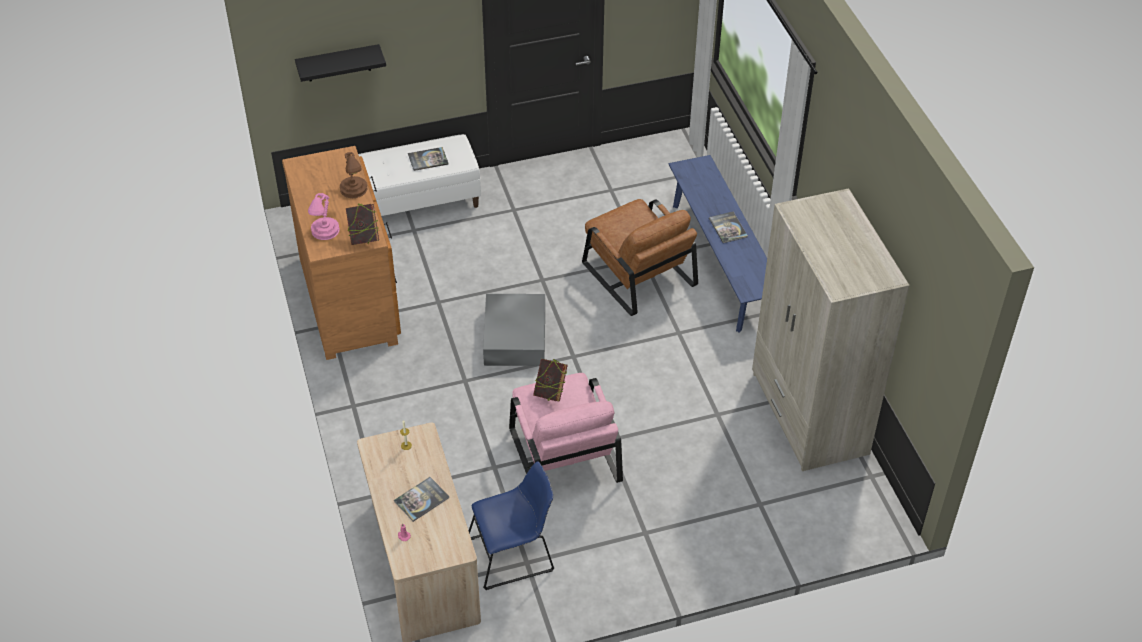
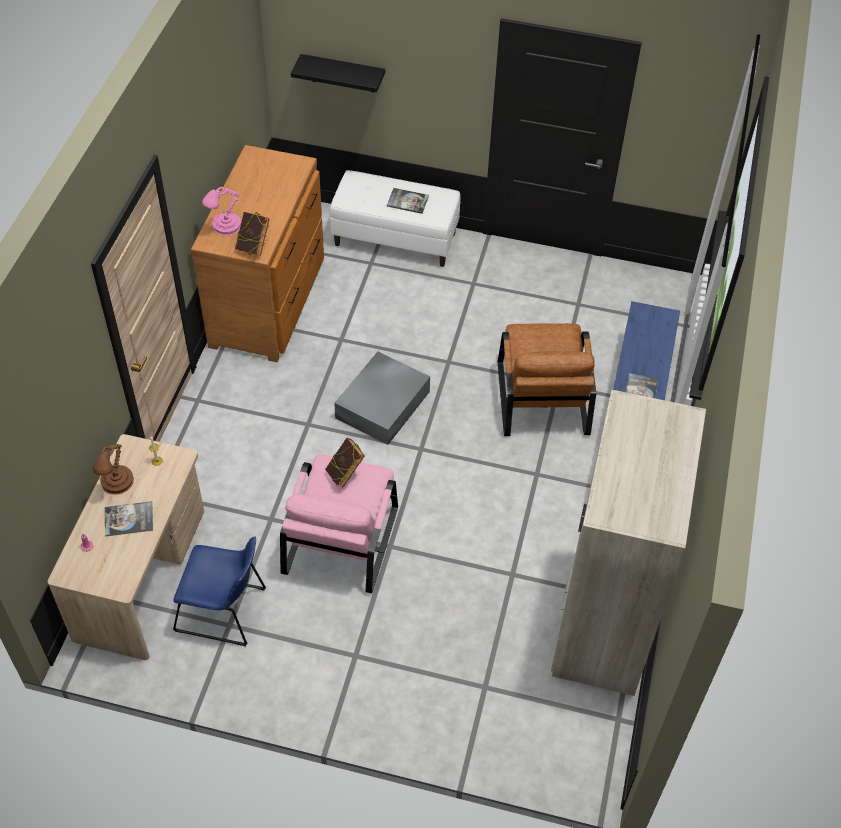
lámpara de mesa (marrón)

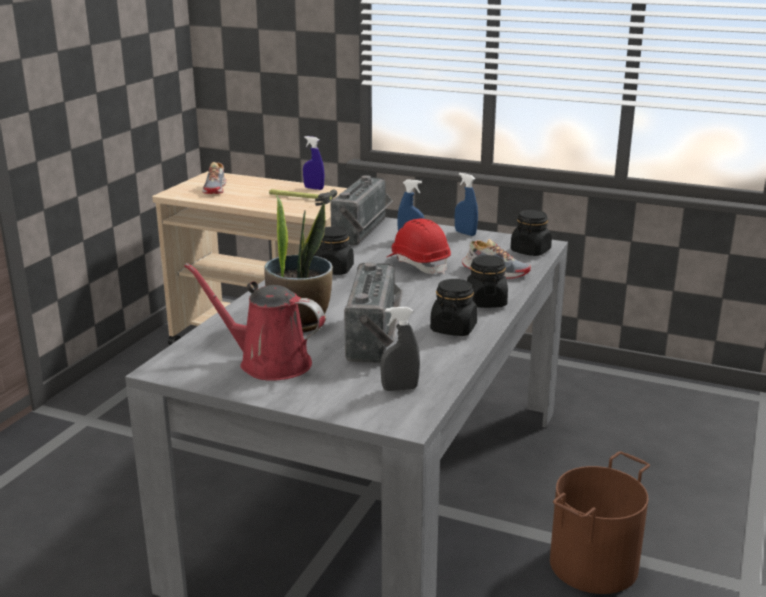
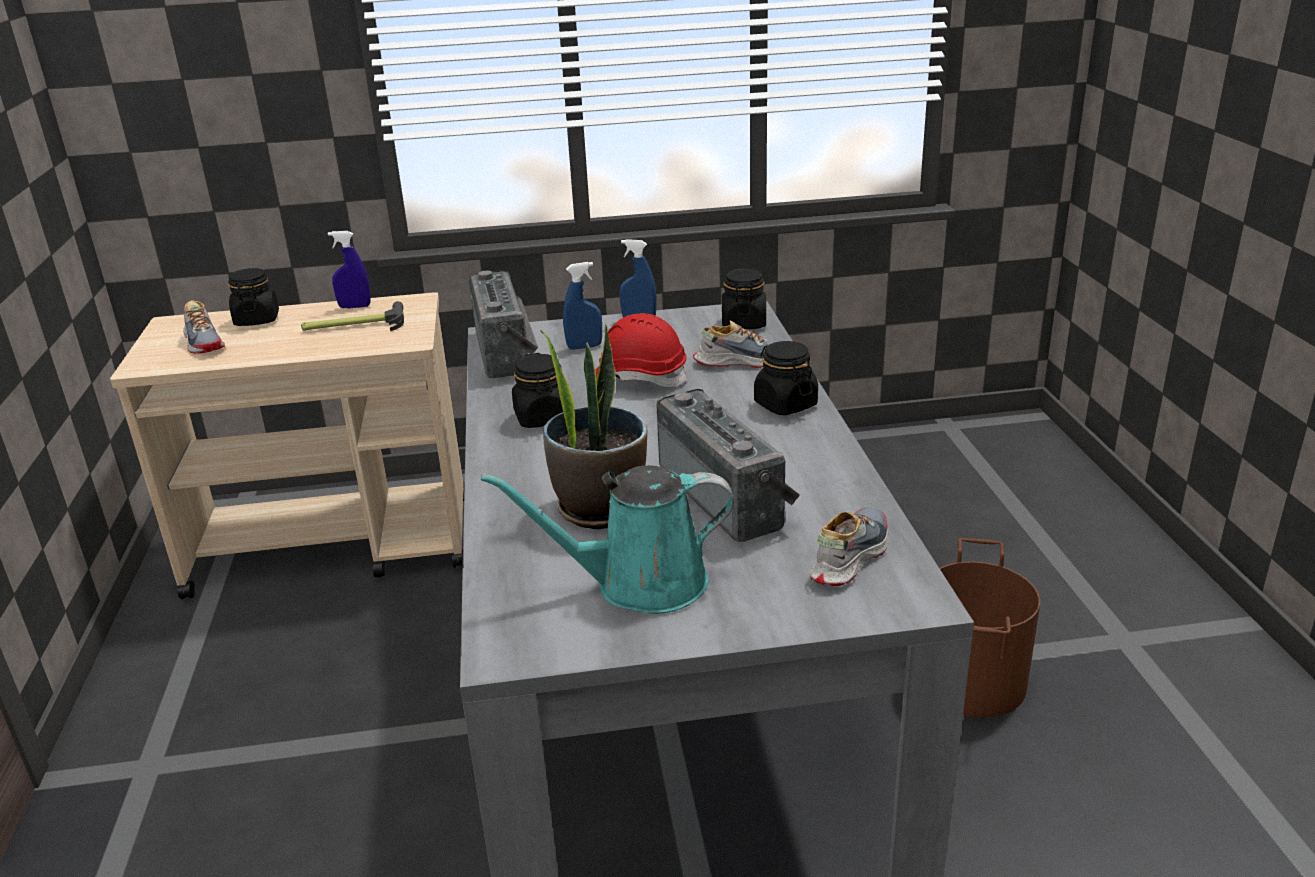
tarro (negro) (no. 1 from left)
regadera (turquesa)
zapato (no. 3 from left)

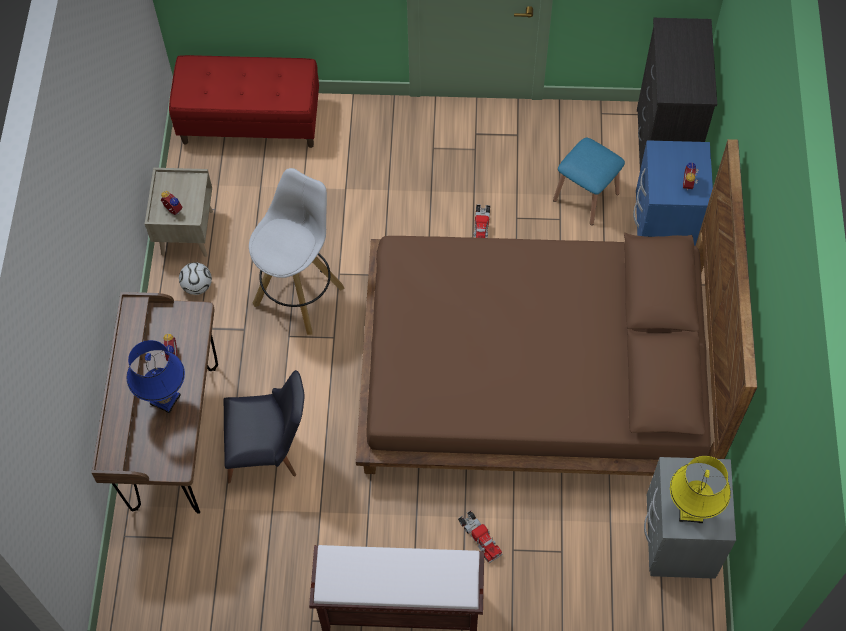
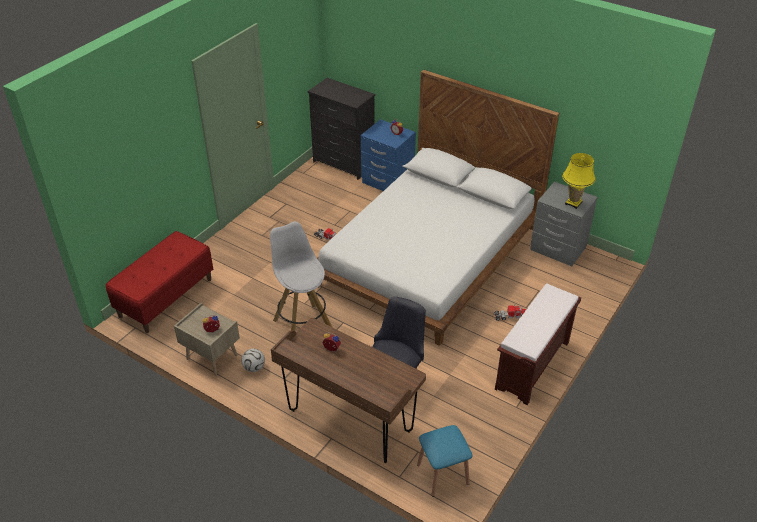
cama (blanco)
taburete (azul)
lámpara de mesa (azul)

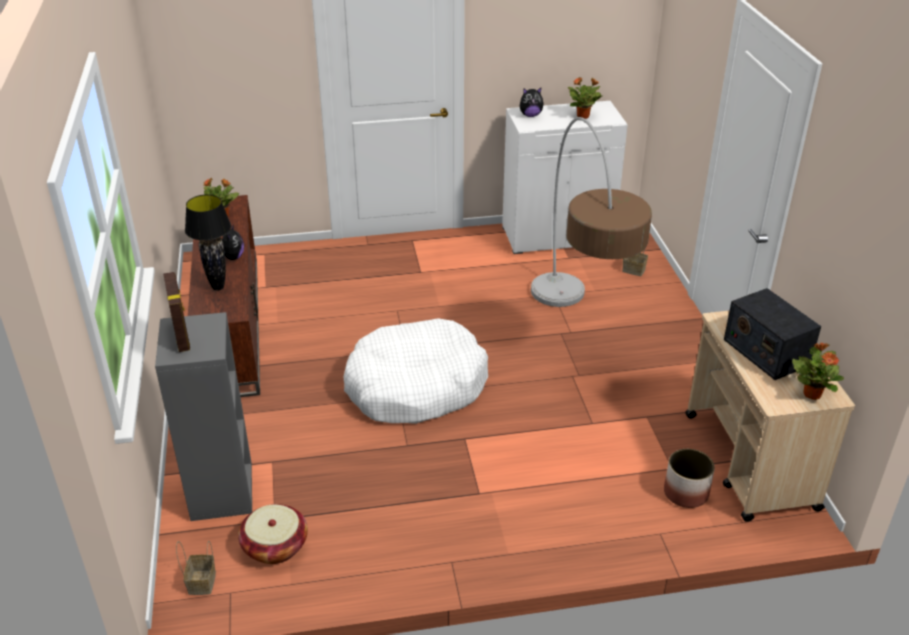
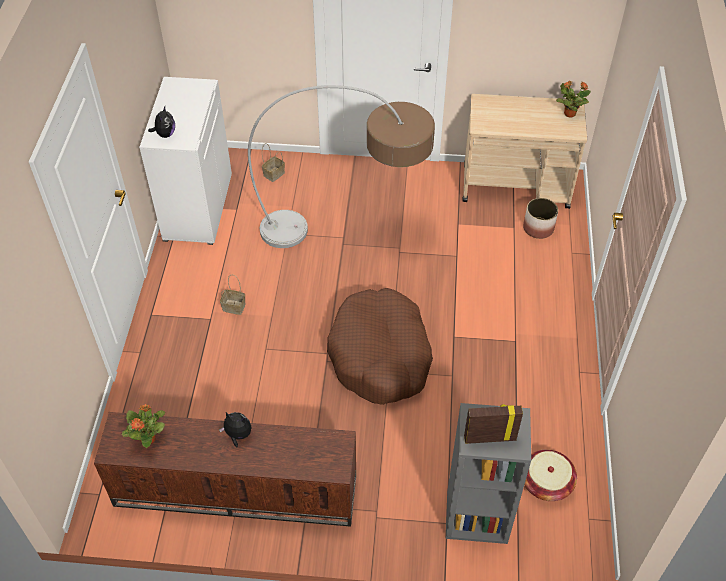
cesta (no. 1 from left)
cama para perro (marrón)
lámpara de mesa (negro)
planta en maceta (no. 2 from left in the first image)
radio

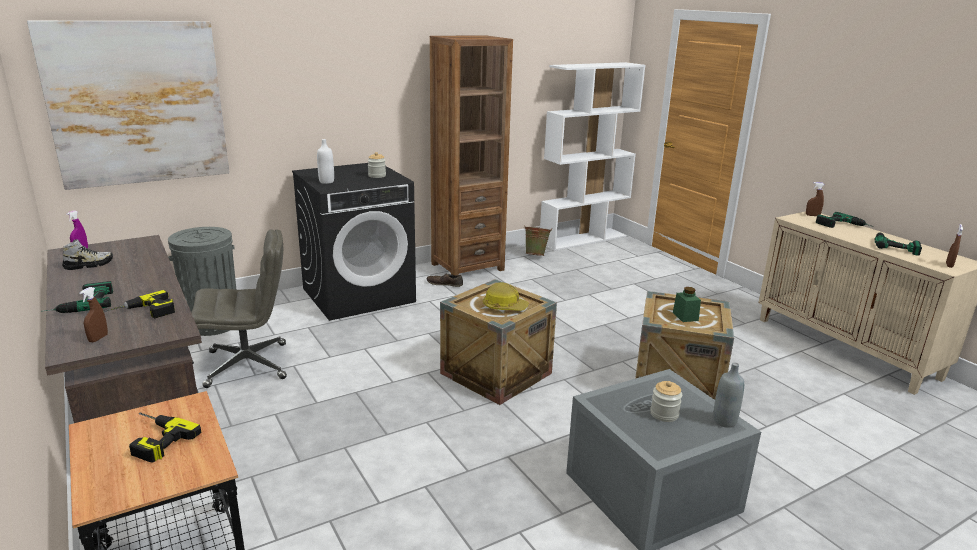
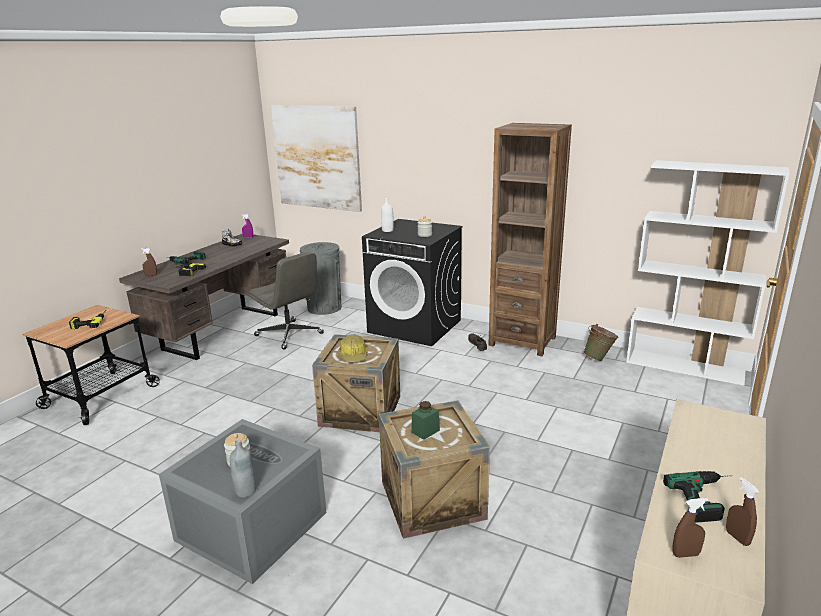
pulverizador (marrón) (no. 3 from left)
taladro (no. 4 from left in the first image)

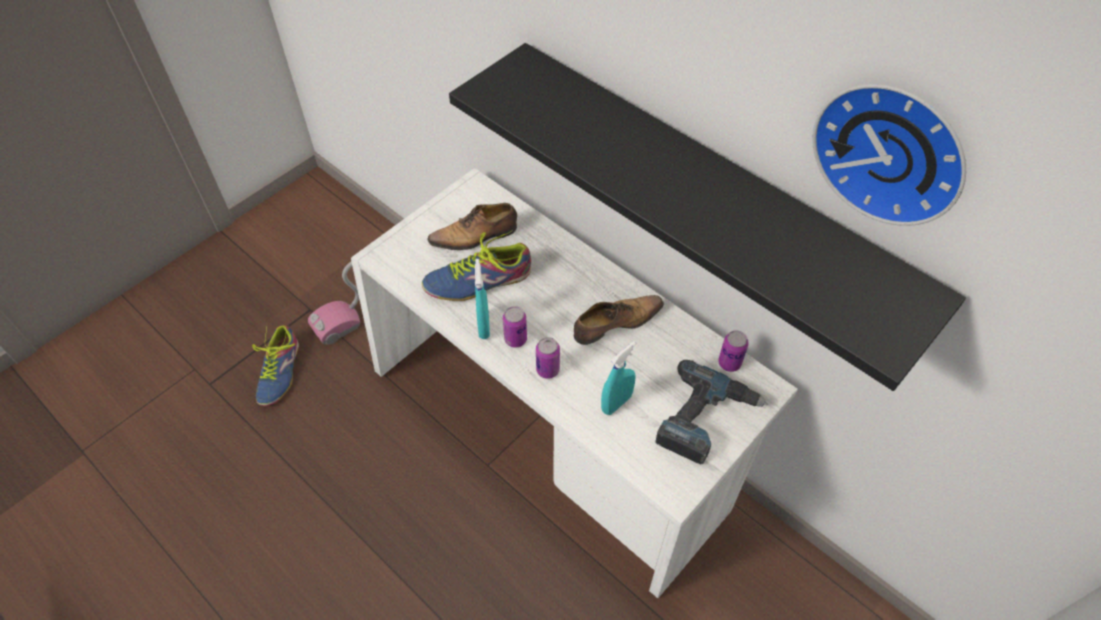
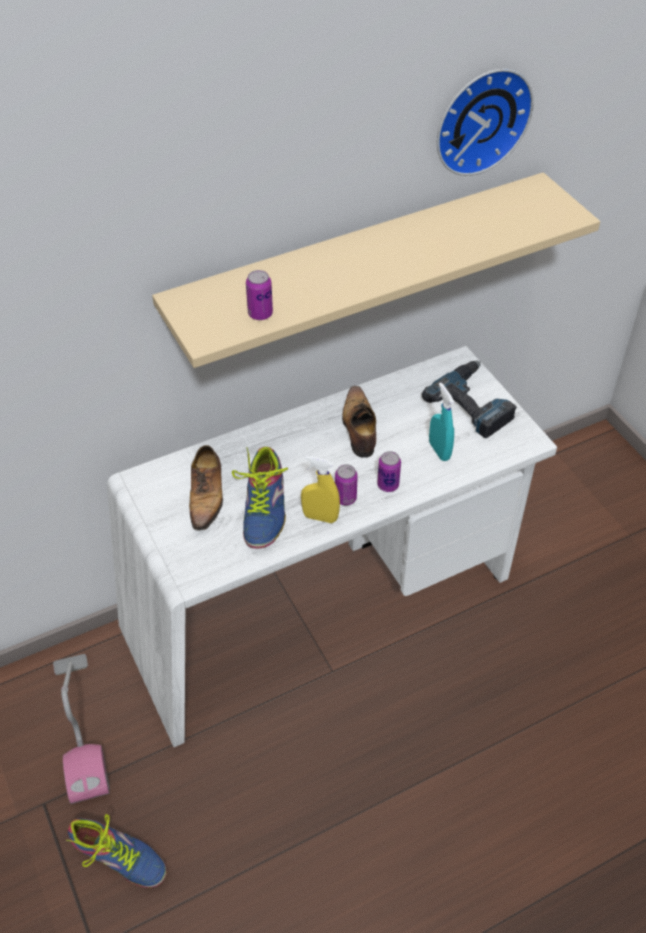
estante (beis)
lata (no. 1 from left)
pulverizador (amarillo)

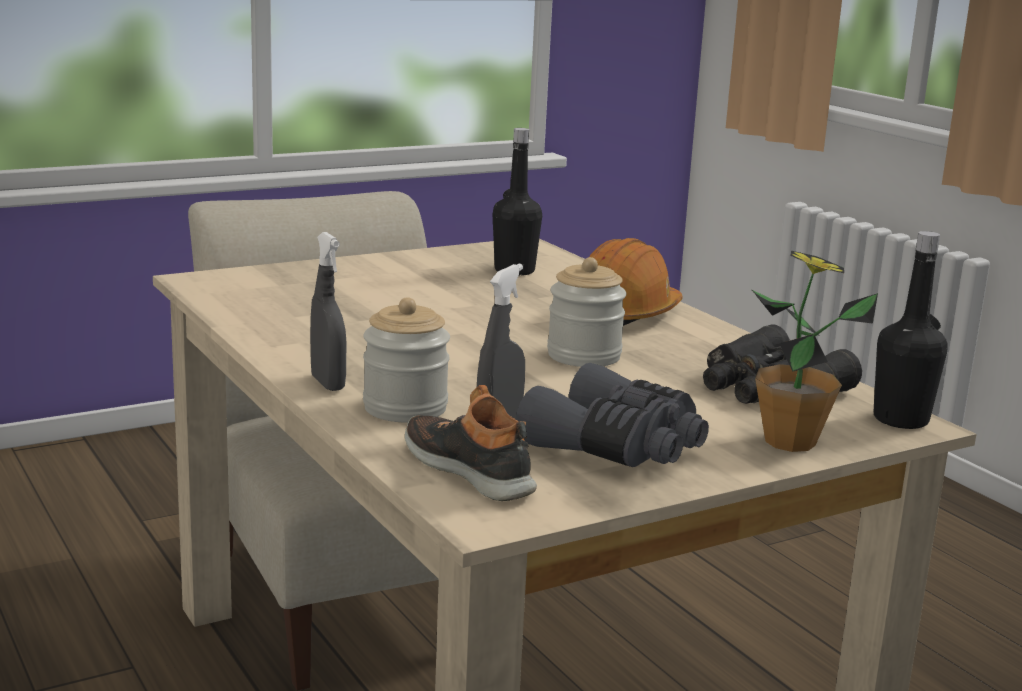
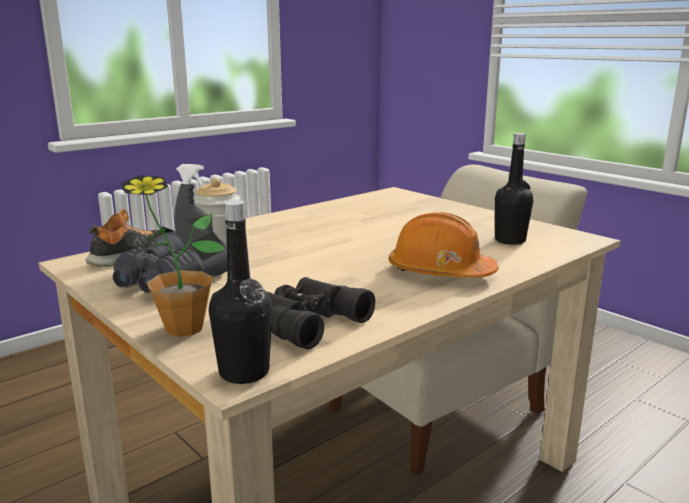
pulverizador (gris) (no. 1 from left in the first image)
tarro (no. 2 from left in the first image)

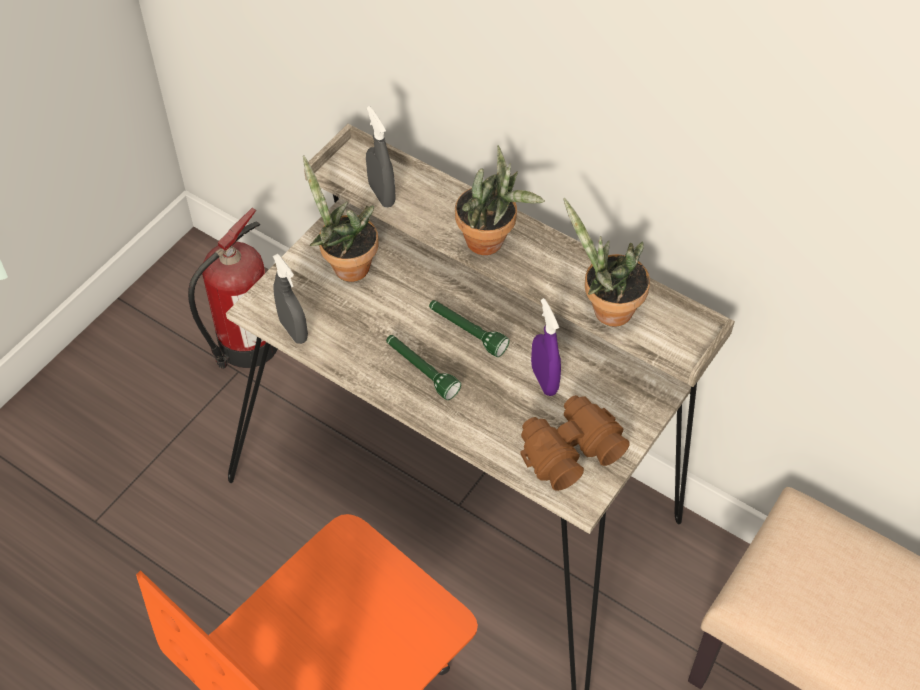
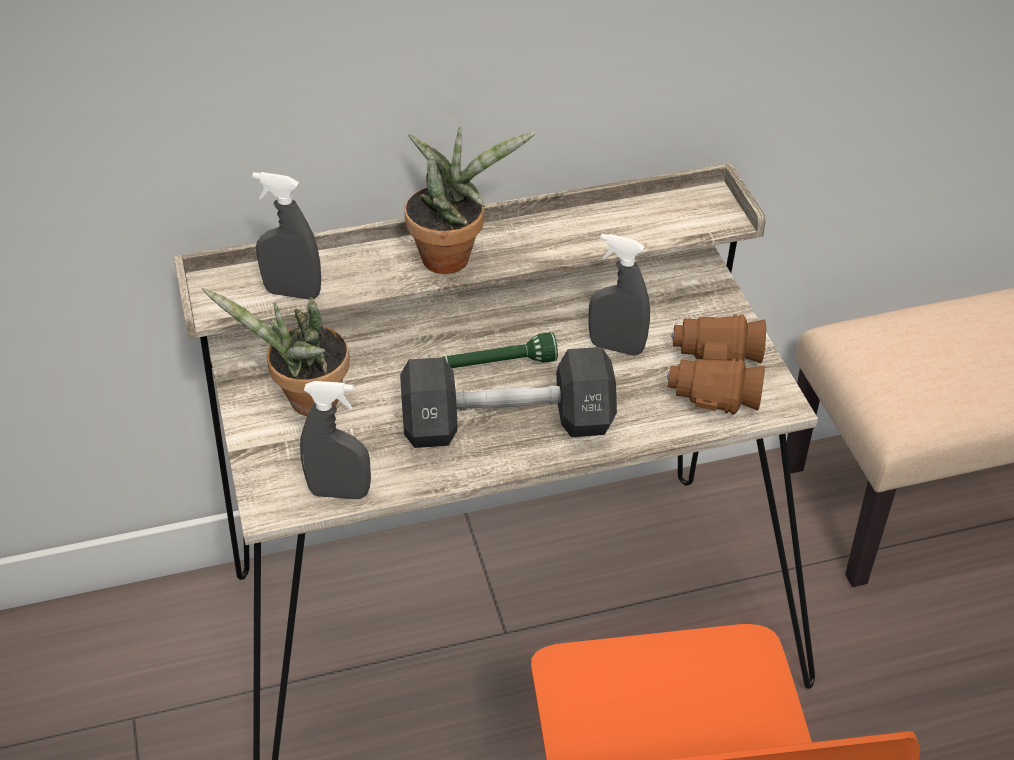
mancuerna (negro)
pulverizador (gris) (no. 3 from left)
extintor
planta en maceta (no. 3 from left in the first image)

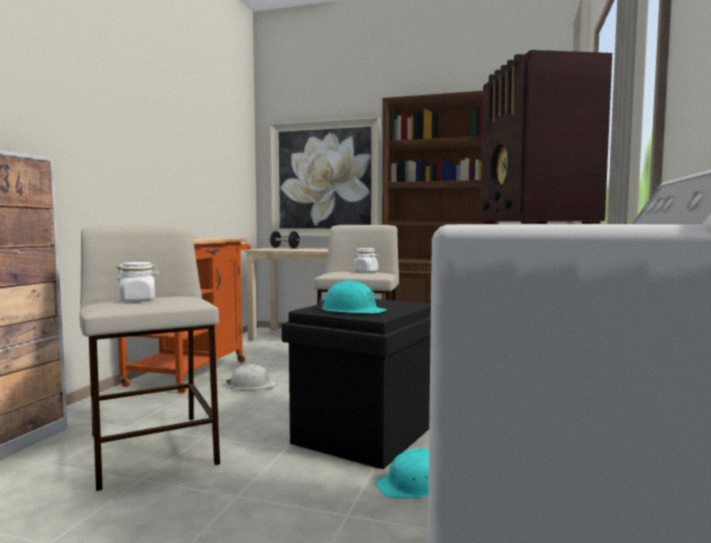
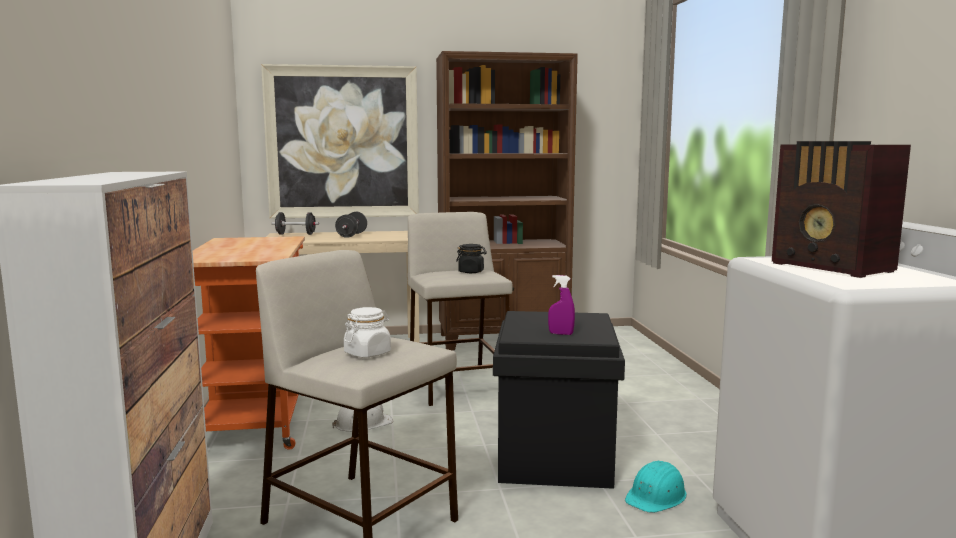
mancuerna (negro) (no. 2 from left)
tarro (negro)
pulverizador (morado)

